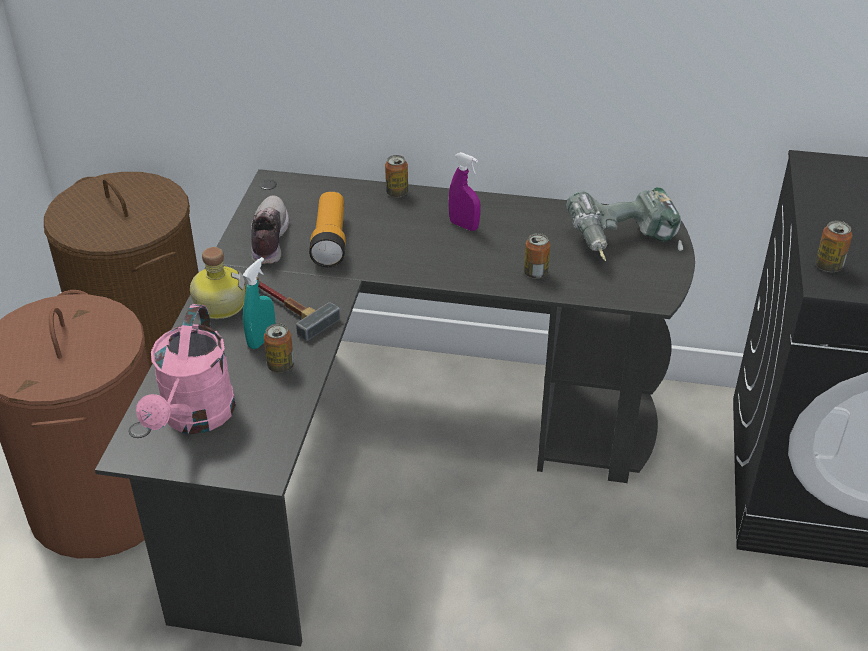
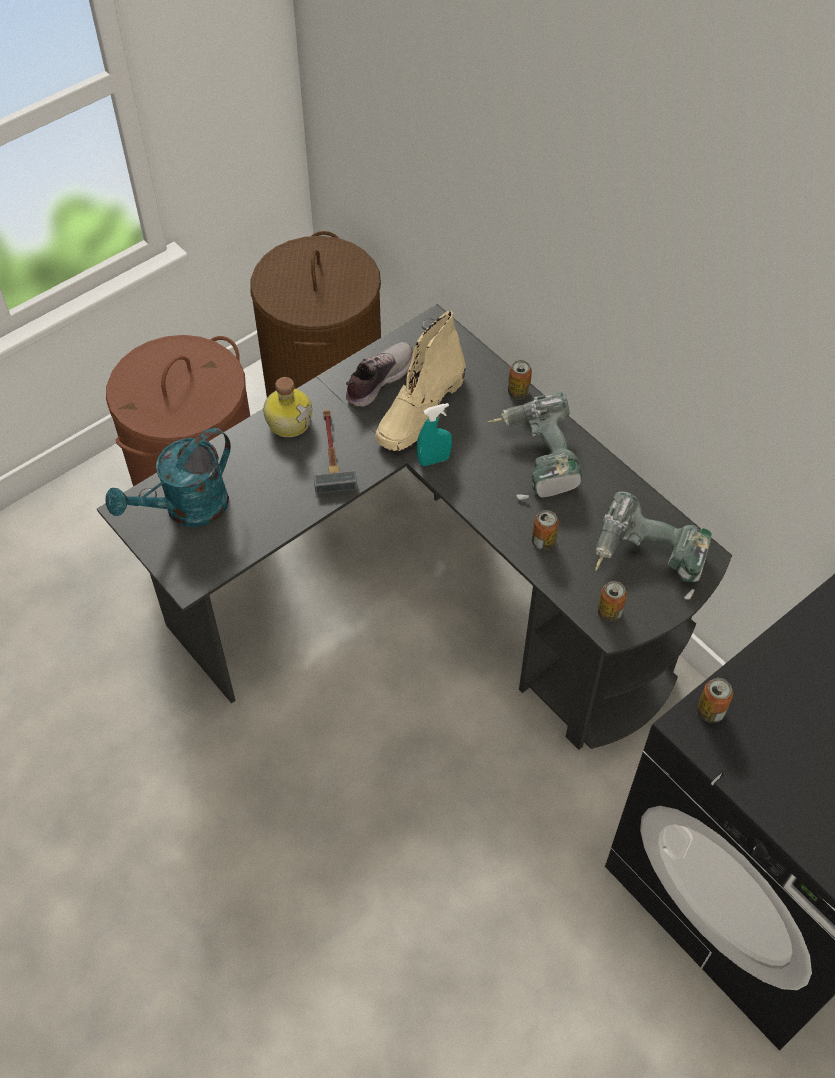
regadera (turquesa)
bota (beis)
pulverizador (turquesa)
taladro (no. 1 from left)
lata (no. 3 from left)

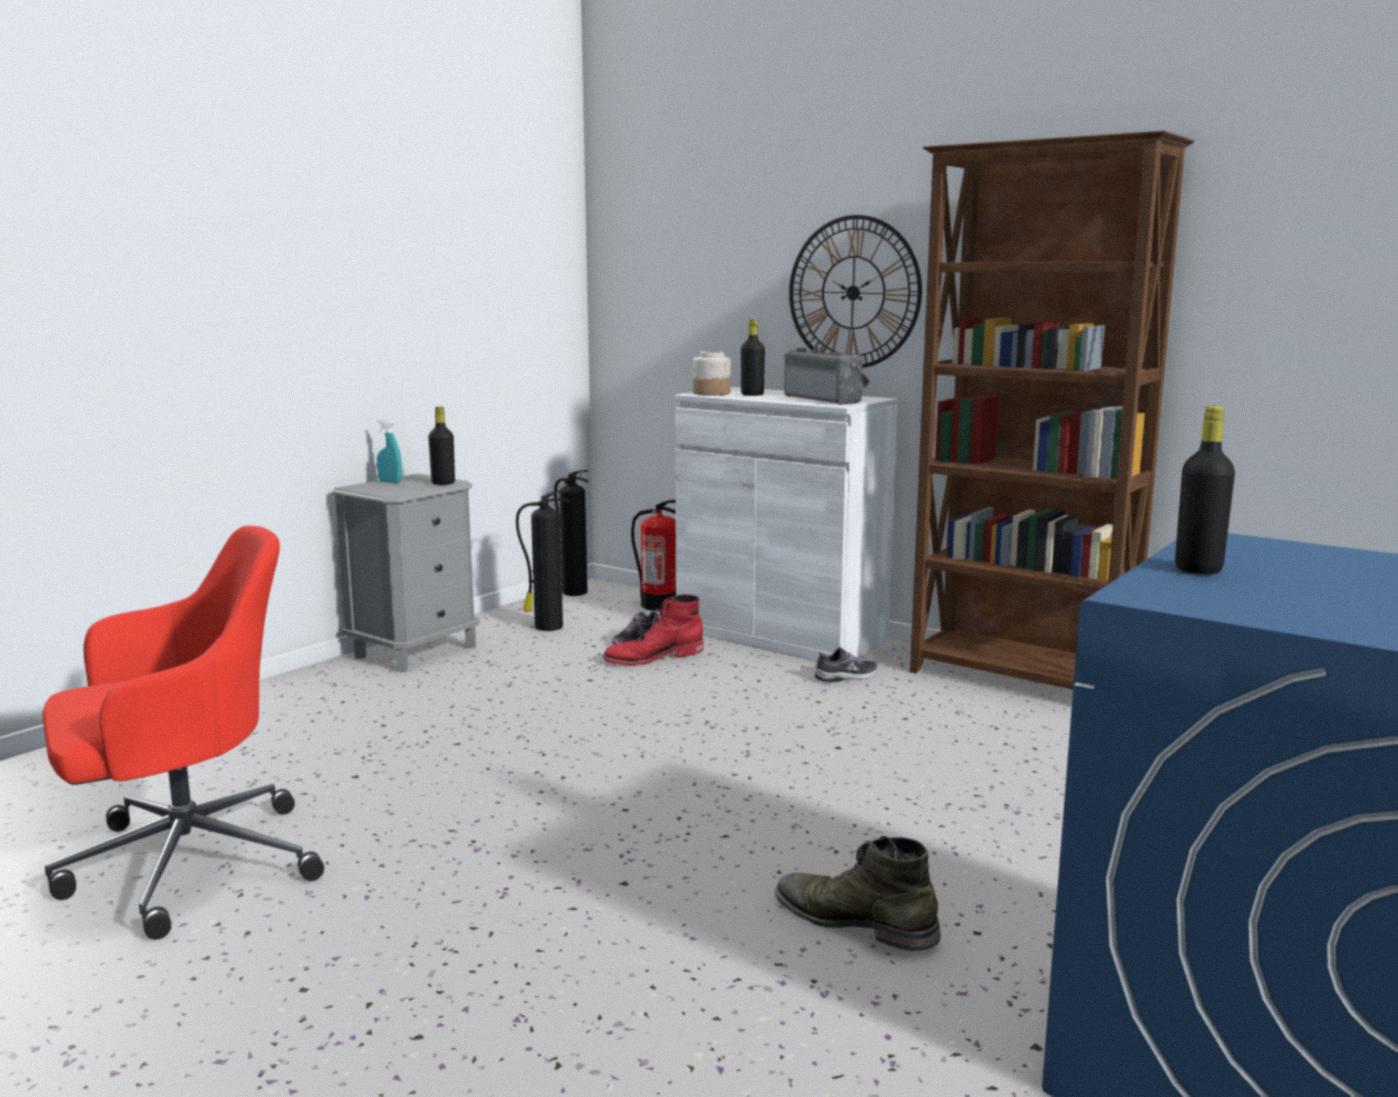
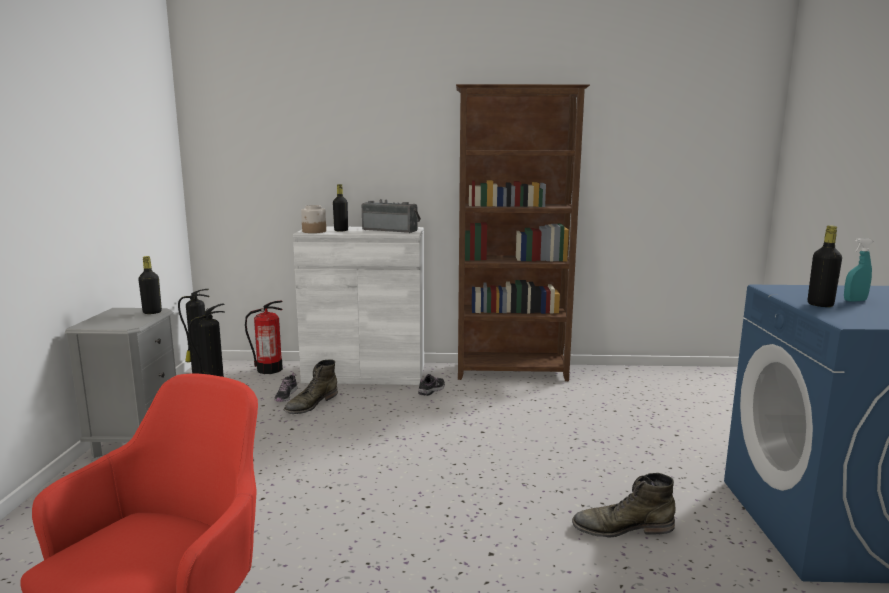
bota (verde) (no. 1 from left)
pulverizador (turquesa)
reloj de pared

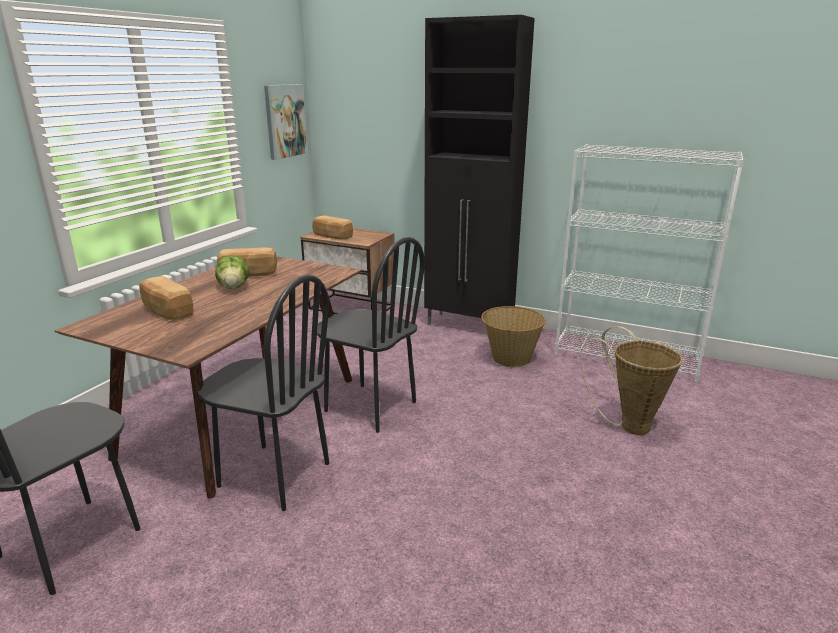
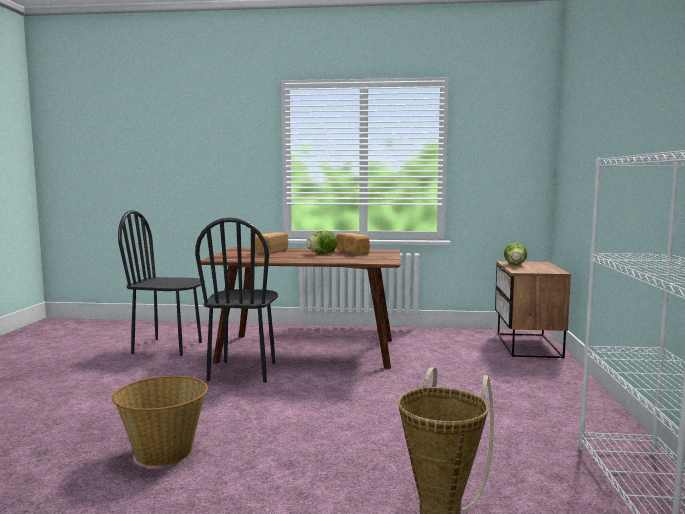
cesta (no. 1 from left)
lechuga (no. 2 from left)
cuadro
silla (negro) (no. 3 from left in the first image)
armario (negro)

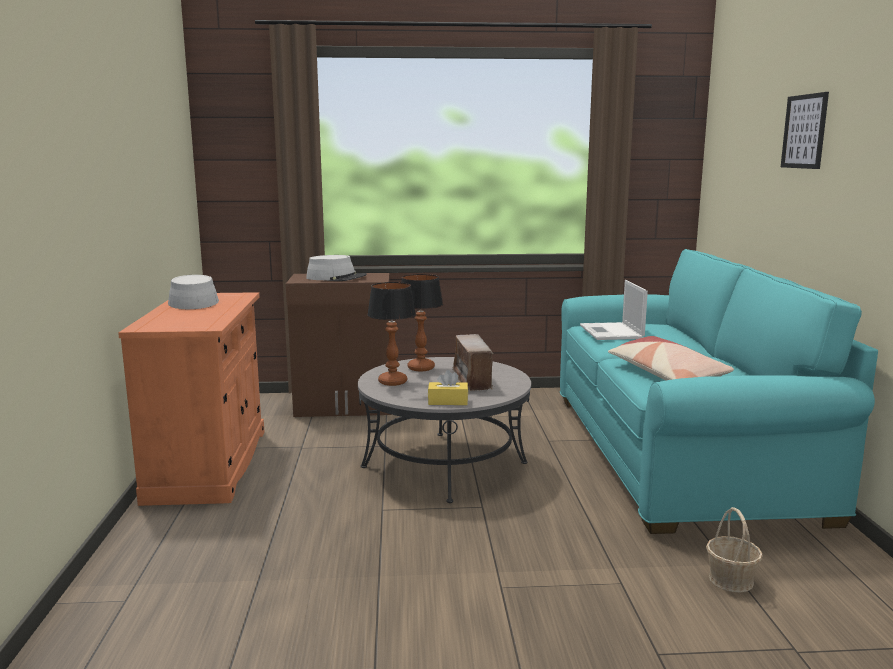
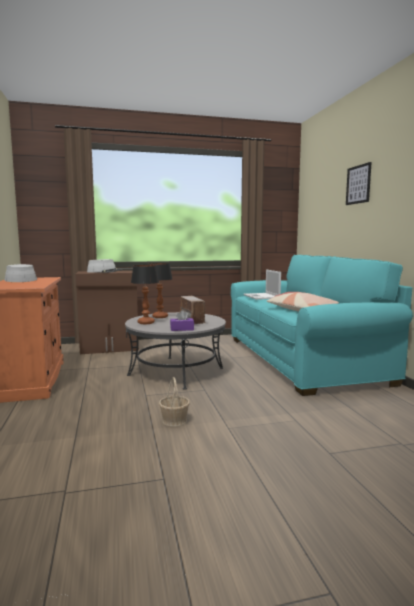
cesta
caja de pañuelos (morado)

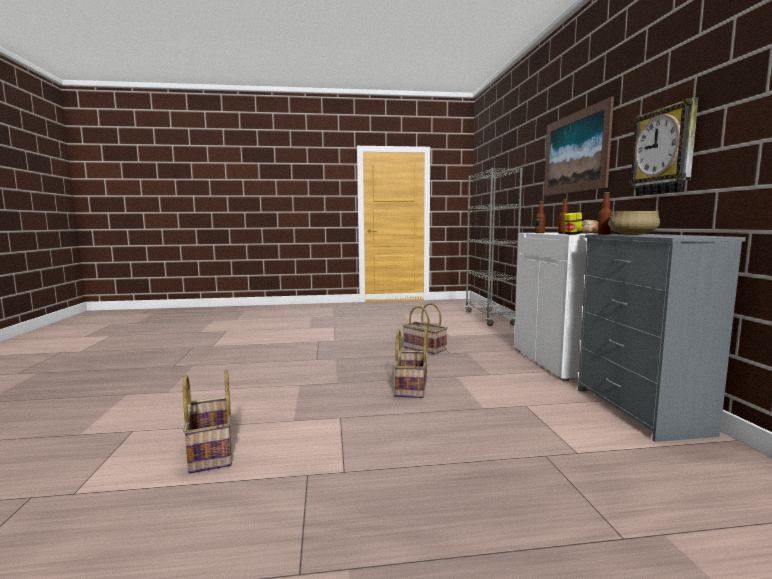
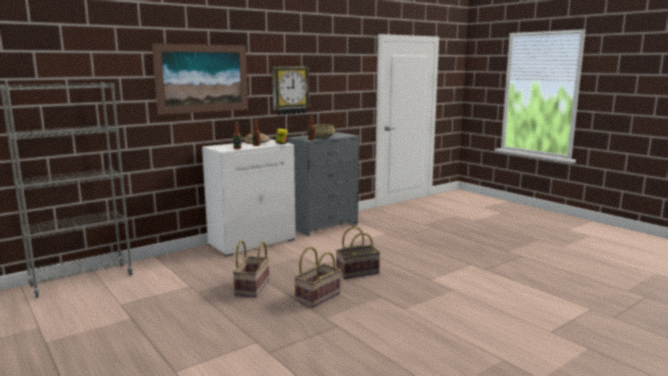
cesta (no. 2 from left)

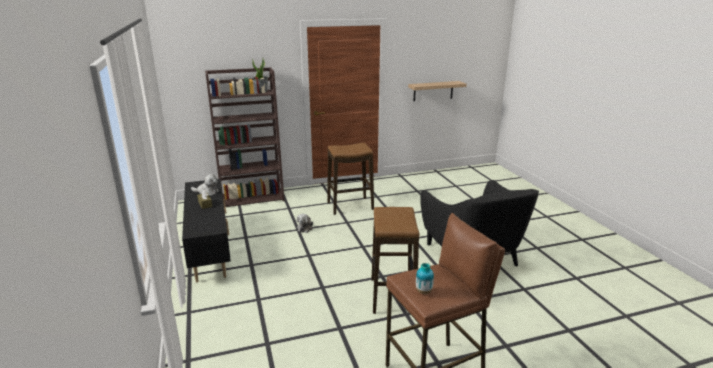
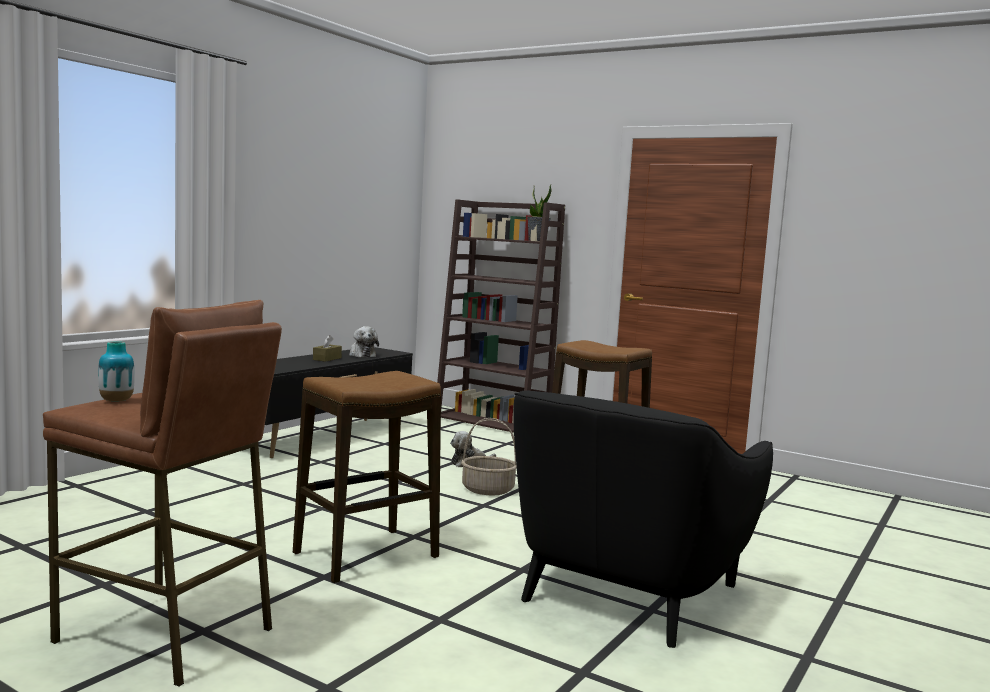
cesta
estante

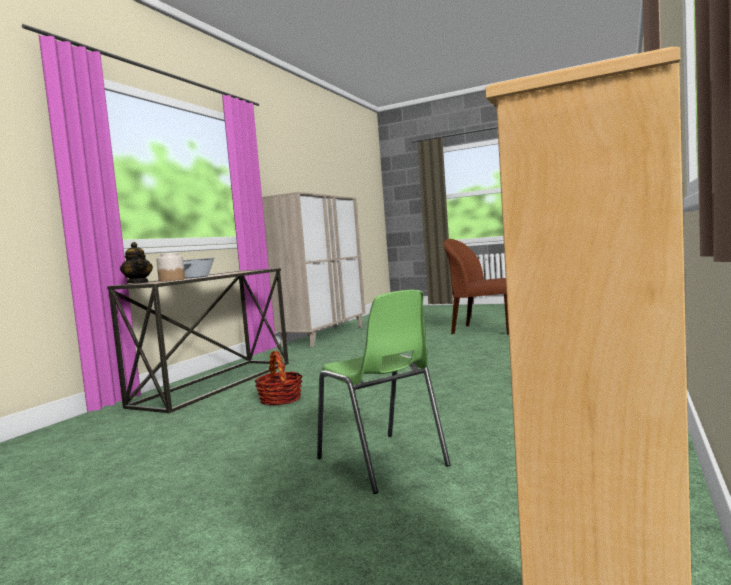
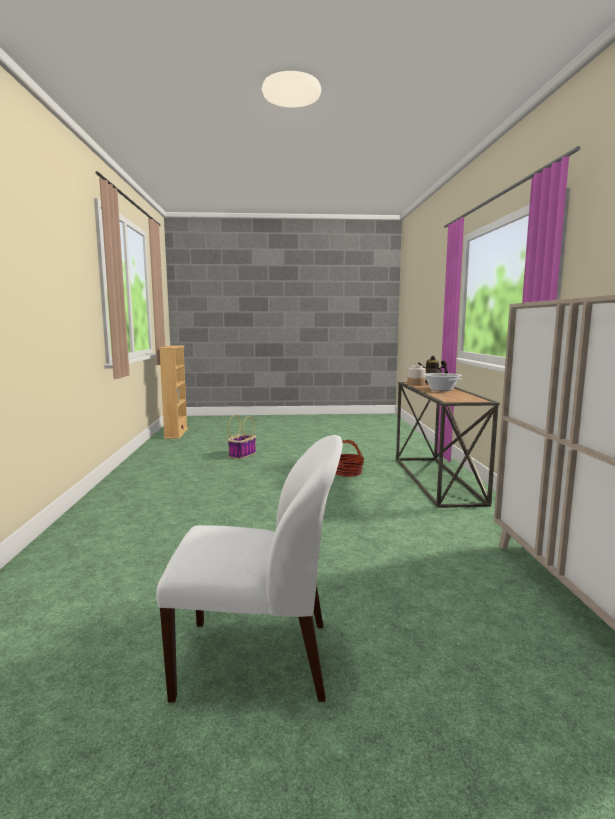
silla (blanco)
cesta (no. 1 from left)

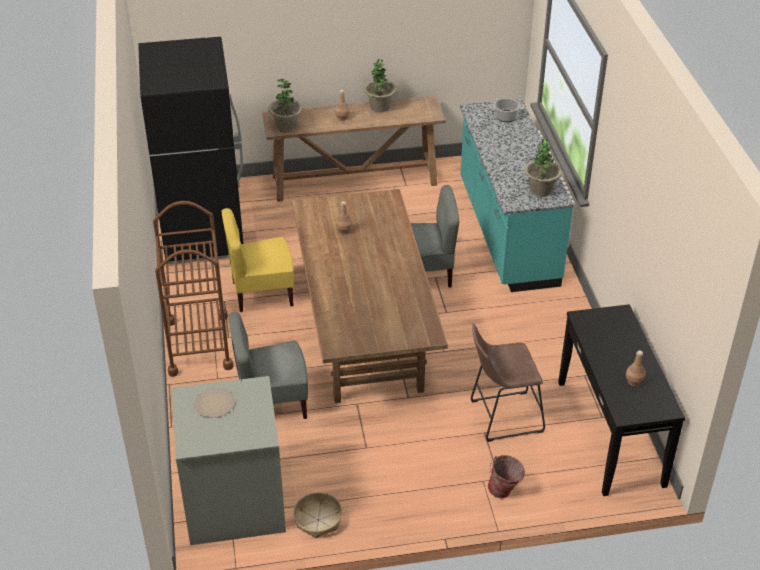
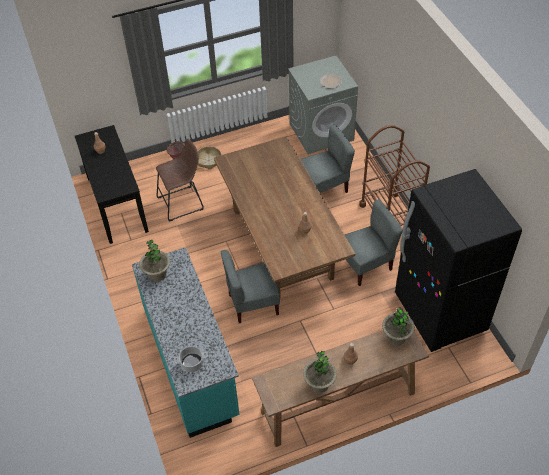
cesta
silla (gris) (no. 3 from left)

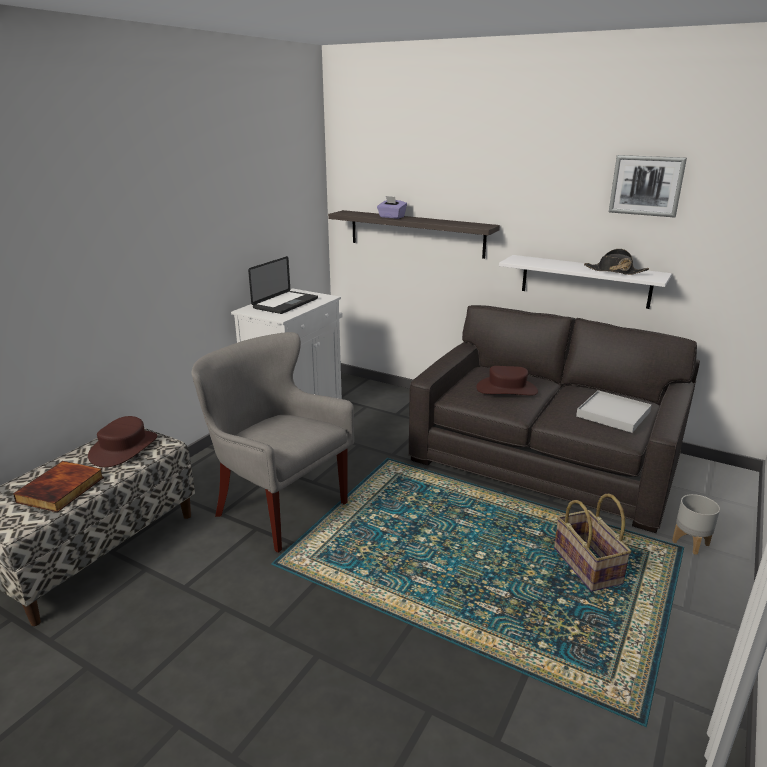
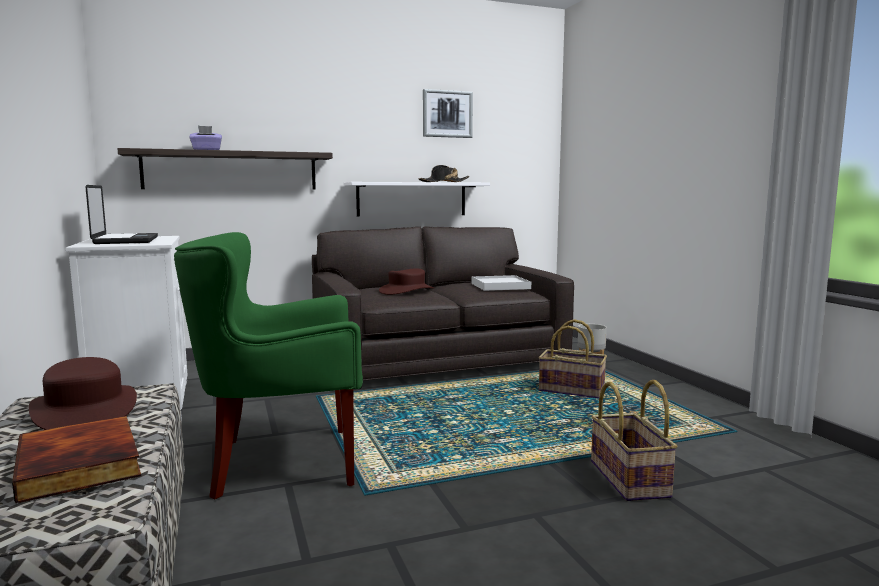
sillón (verde)
cesta (no. 2 from left)

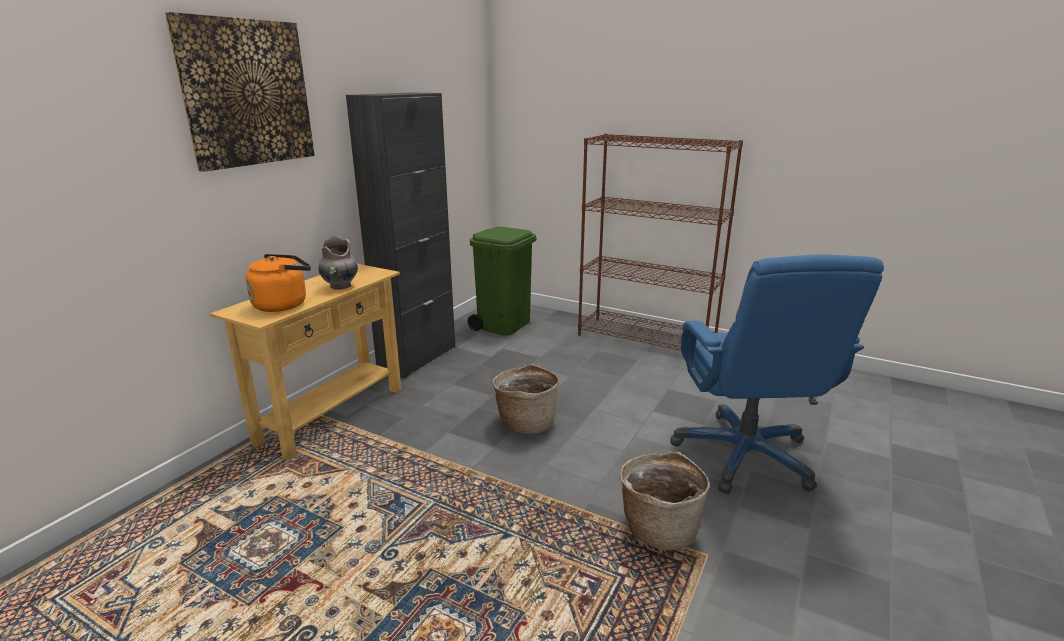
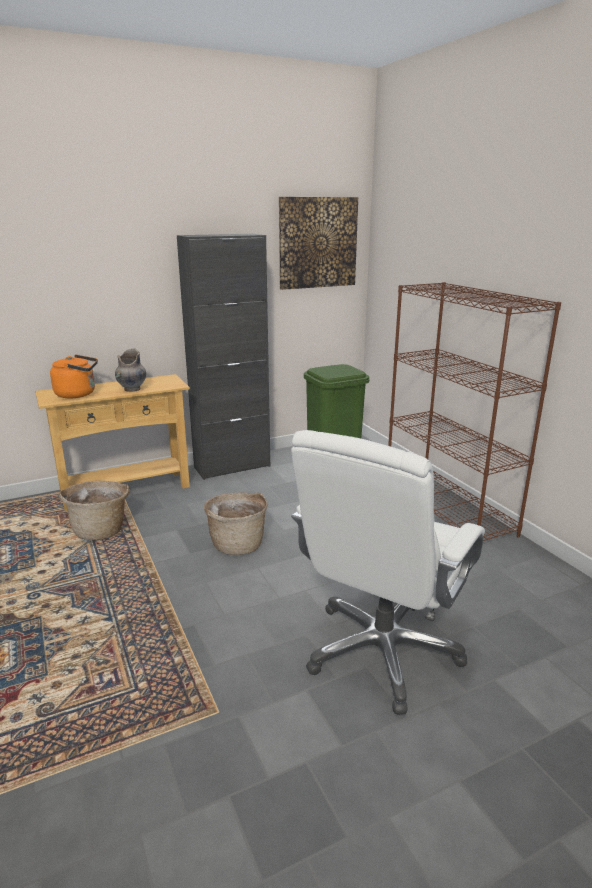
cesta (no. 1 from left)
cuadro
silla de oficina (blanco)

